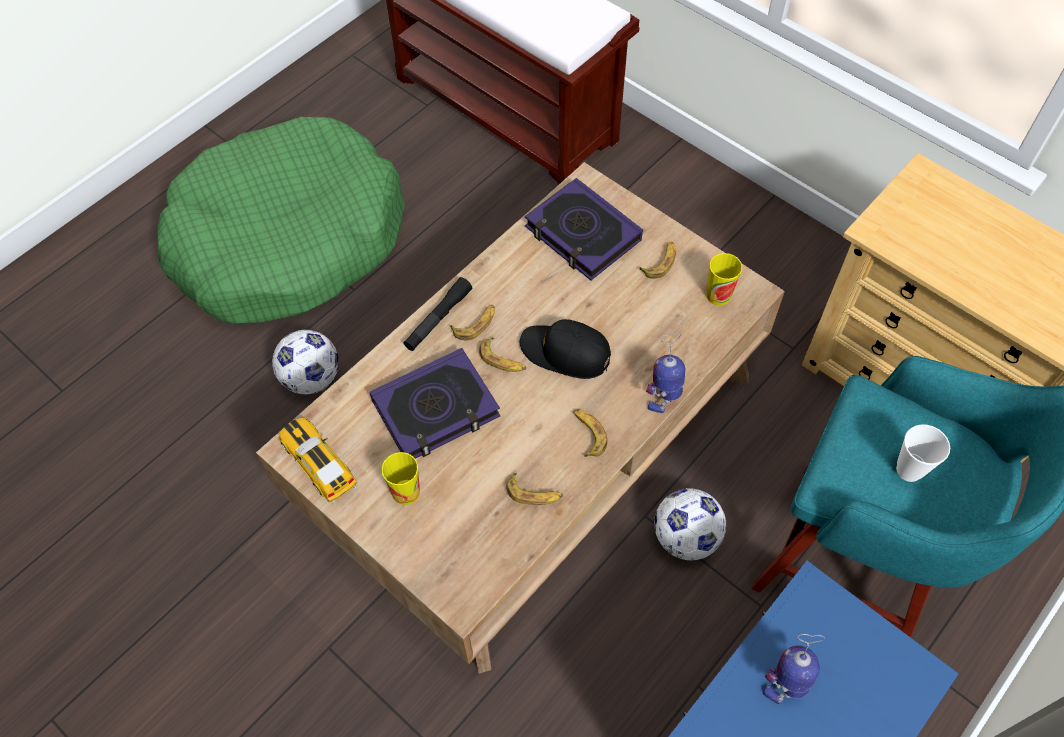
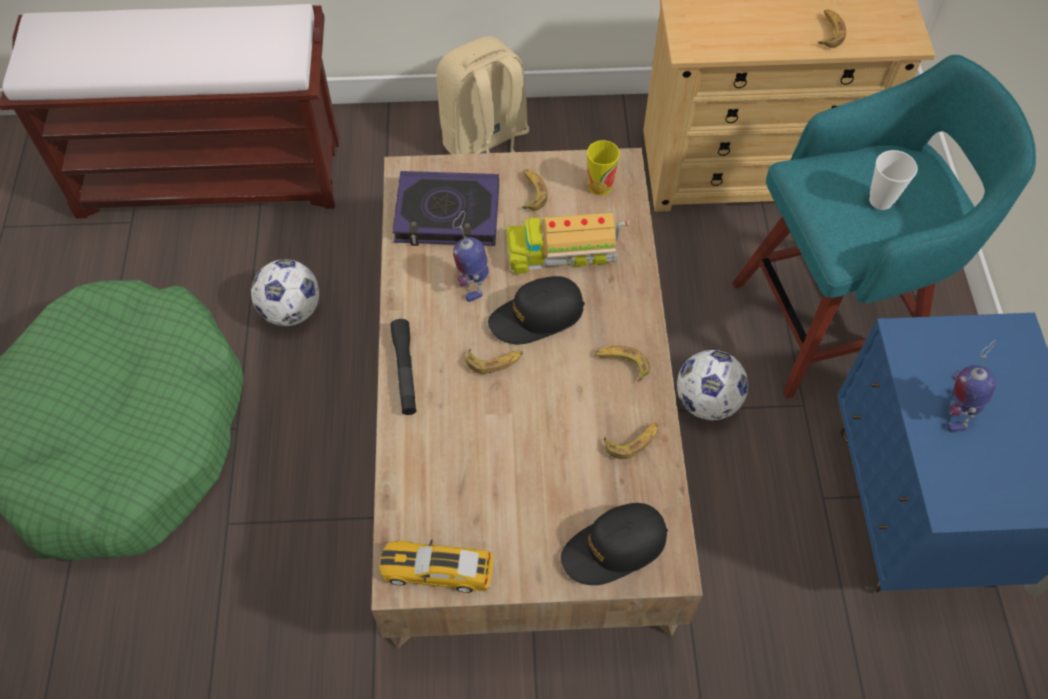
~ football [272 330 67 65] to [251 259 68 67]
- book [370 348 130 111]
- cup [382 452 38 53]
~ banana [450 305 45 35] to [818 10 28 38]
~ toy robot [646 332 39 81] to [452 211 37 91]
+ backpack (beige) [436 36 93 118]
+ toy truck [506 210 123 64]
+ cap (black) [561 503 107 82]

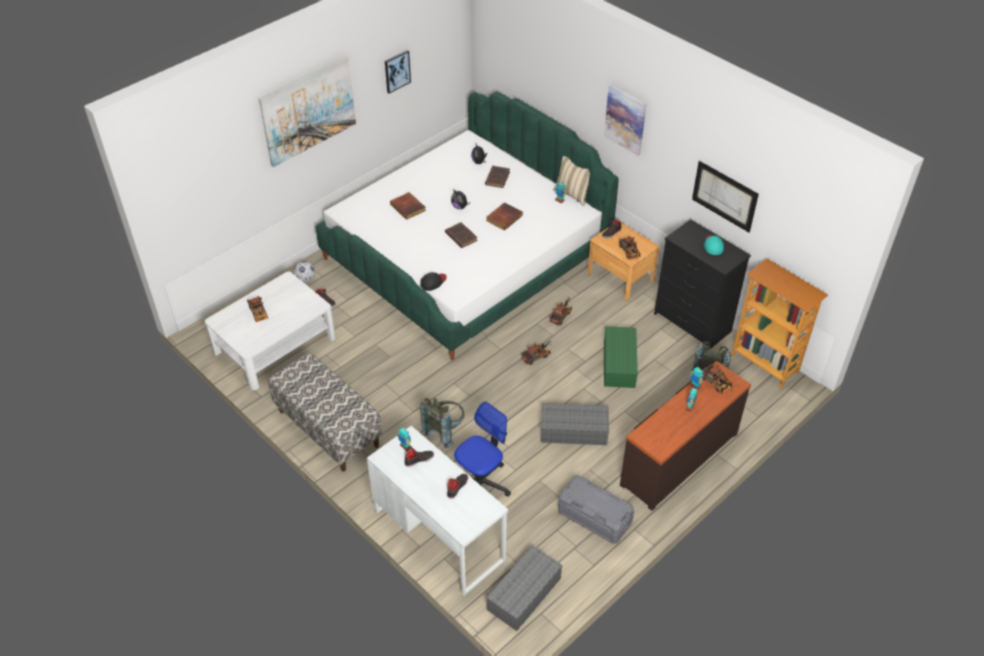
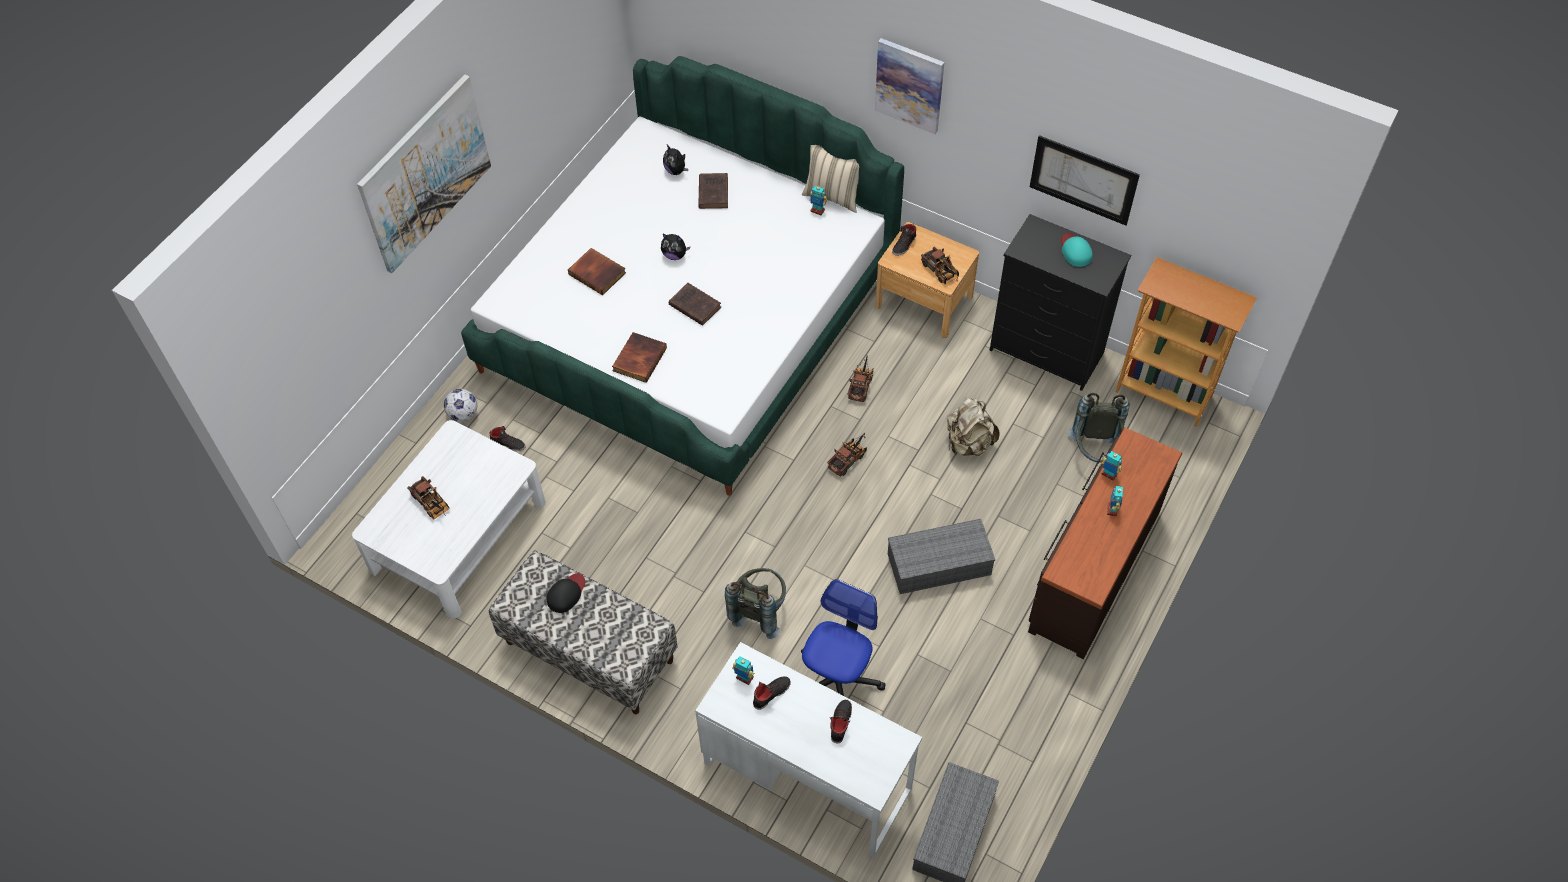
- picture [385 50 26 44]
~ cap (black) [420 272 27 19] to [546 574 39 39]
~ book [486 202 37 29] to [612 332 55 51]
- storage box (grey) [558 475 76 69]
~ storage box (green) [604 326 34 62] to backpack (beige) [947 398 53 58]
- toy truck [702 364 31 29]

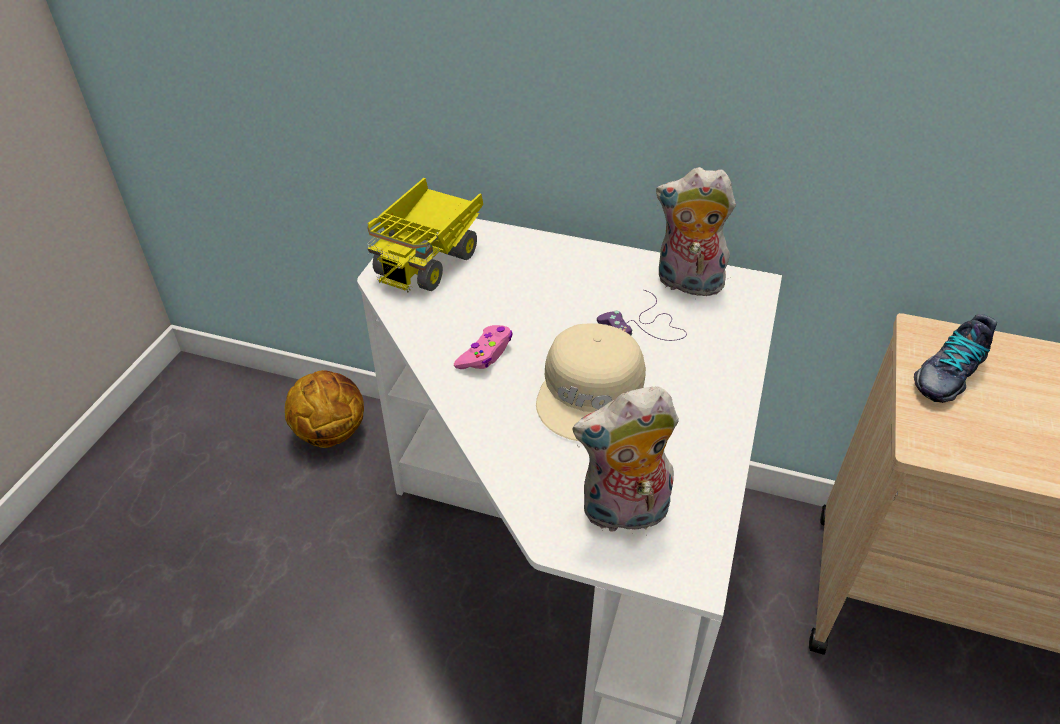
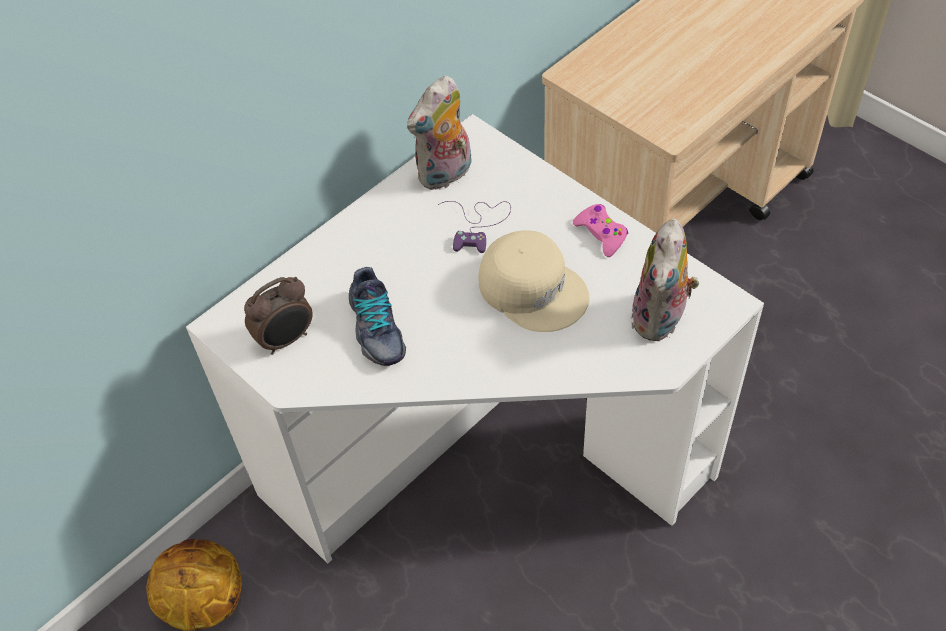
~ toy truck [367 178 116 115] to alarm clock [244 277 69 78]
~ game controller (pink) [454 325 59 44] to [573 204 55 53]
~ shoe [914 314 83 89] to [349 267 57 99]

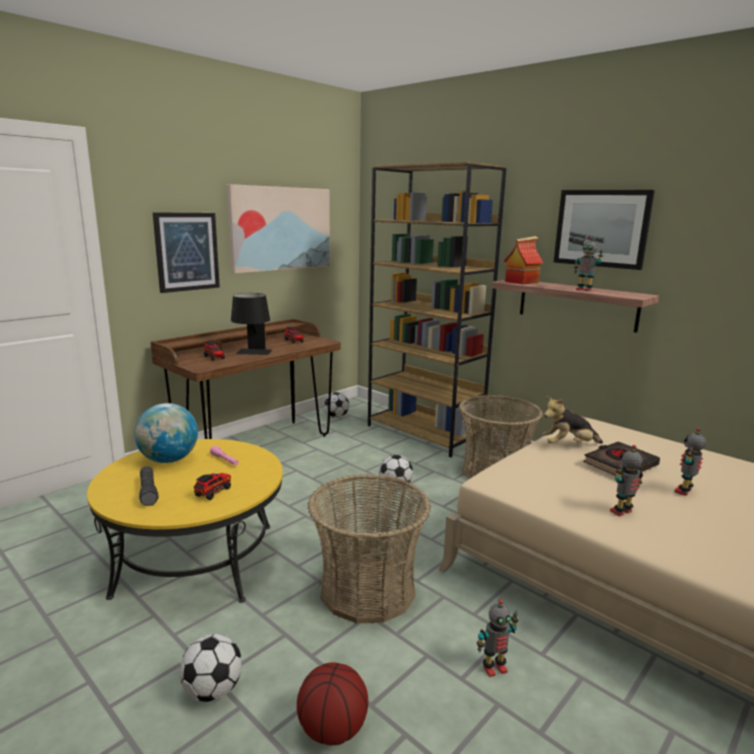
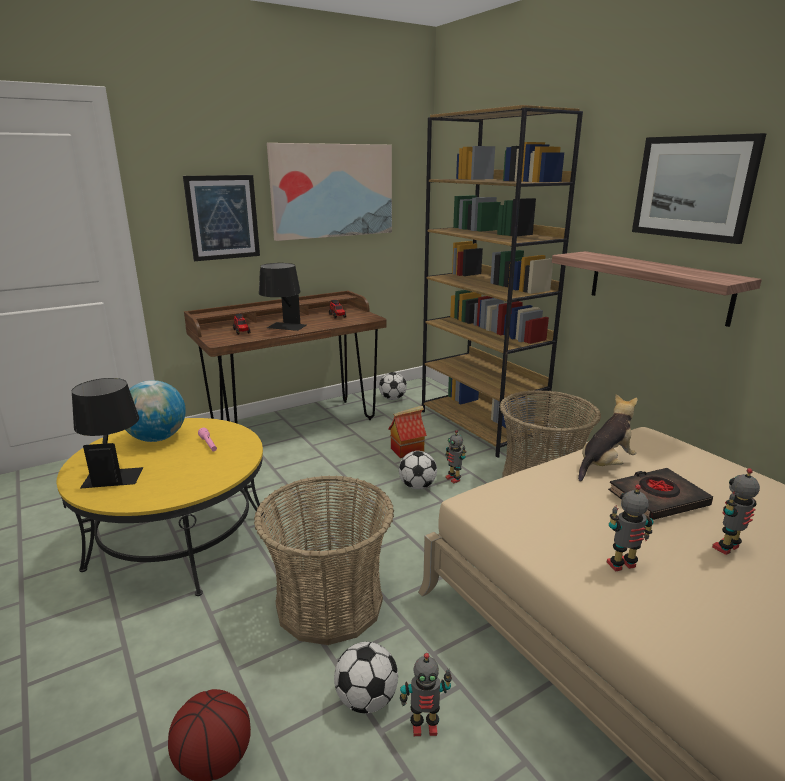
~ flashlight (black) [139 466 19 40] to table lamp (black) [72 378 71 110]
~ football [179 634 63 68] to [334 642 64 71]
- toy truck [194 473 37 27]
~ toy house [503 236 41 48] to [388 406 39 52]
~ plush toy [543 396 60 48] = [578 394 60 88] 135 degrees clockwise
~ toy robot [574 237 29 54] to [445 430 22 53]

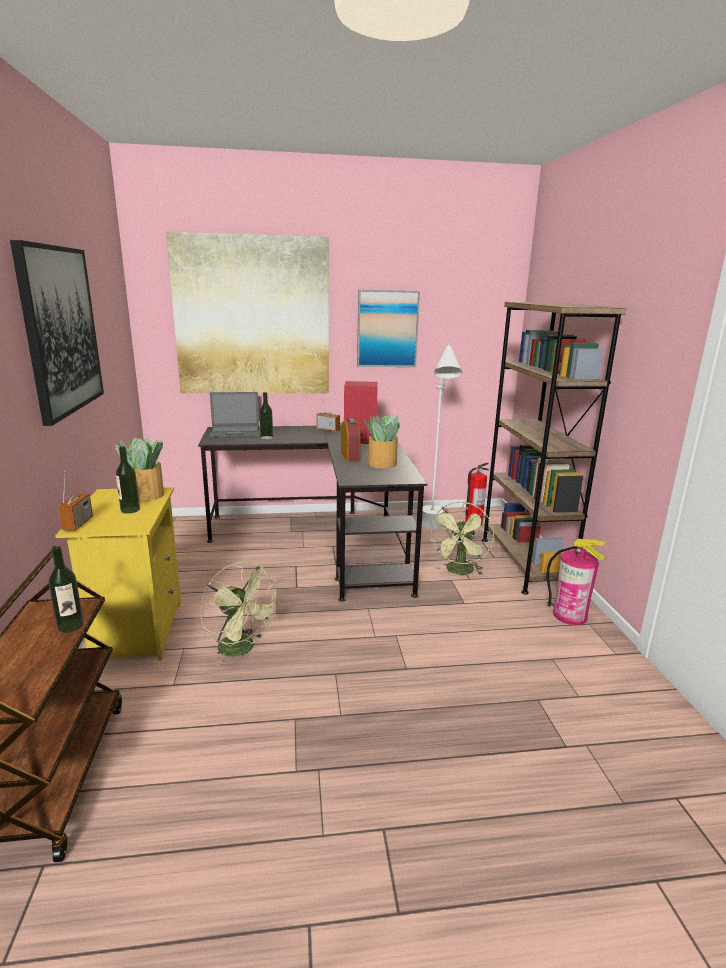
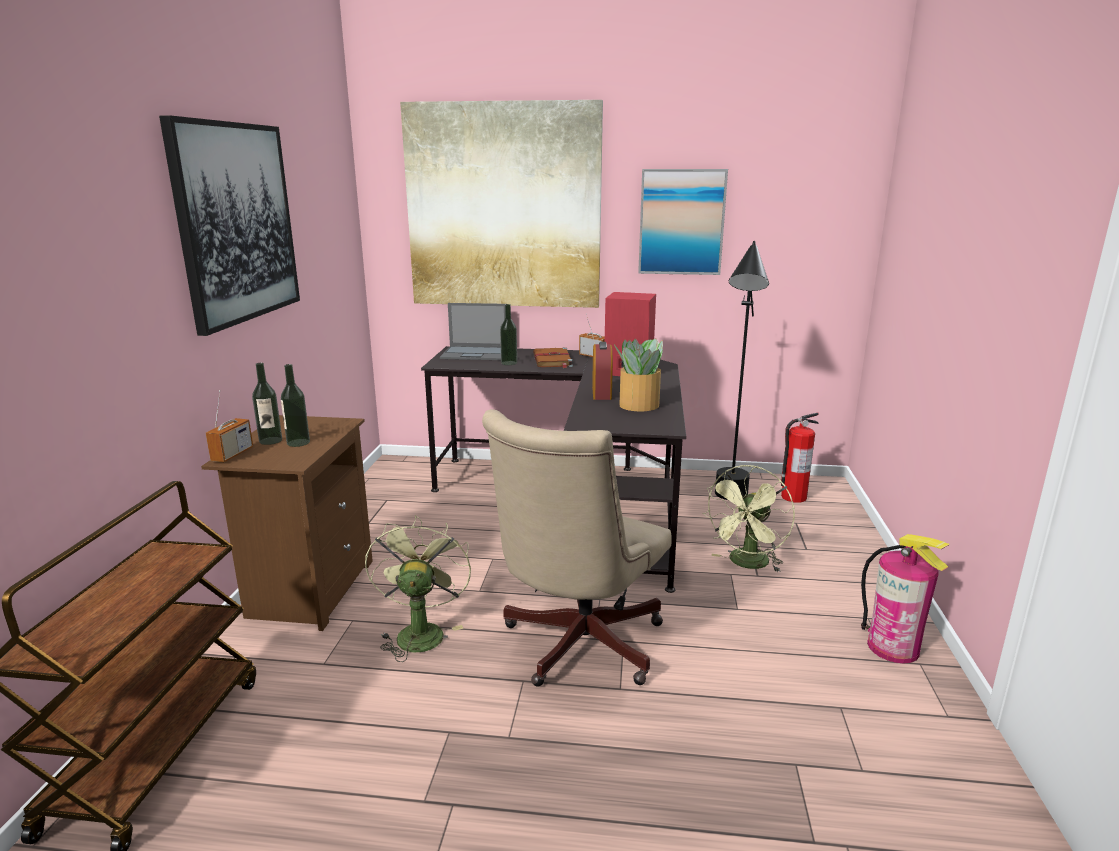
~ bottle [48 545 36 88] to [252 363 30 82]
~ nightstand (yellow) [55 487 126 173] to nightstand (brown) [201 415 172 216]
- potted plant [115 438 49 63]
~ fan (green) [201 562 79 104] = [365 515 106 147] 150 degrees counterclockwise
~ floor lamp (white) [422 343 40 186] to floor lamp (black) [715 241 54 259]
- bookcase (brown) [482 302 145 293]
+ office chair (beige) [482 409 190 278]
+ book (brown) [533 348 40 20]

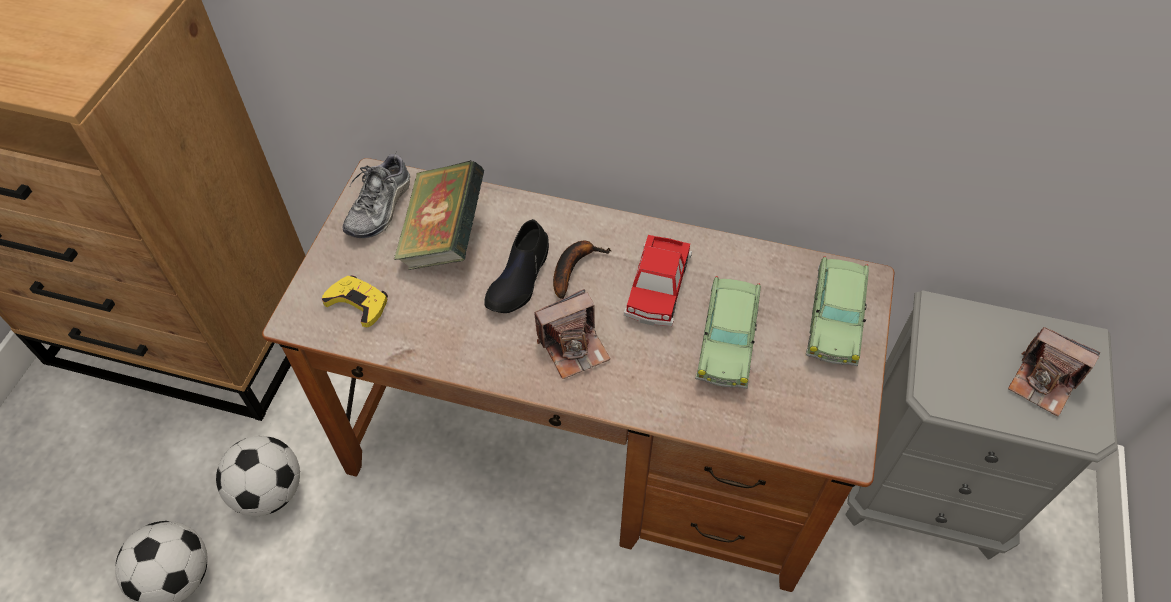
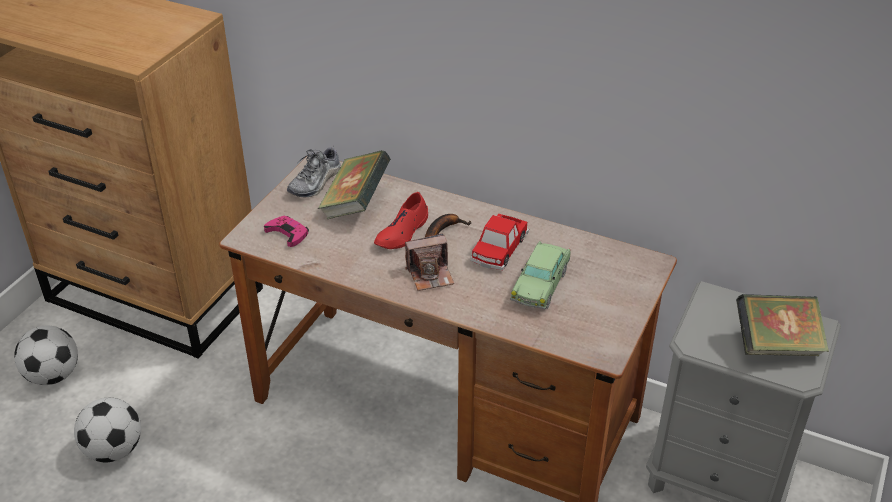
~ football [216 436 84 80] to [14 325 64 60]
~ game controller (yellow) [322 275 66 52] to game controller (pink) [264 216 45 31]
~ shoe (black) [484 219 65 94] to shoe (red) [374 192 54 57]
- toy car [806 256 63 110]
~ photo camera [1008 327 92 89] to book [736 294 93 62]

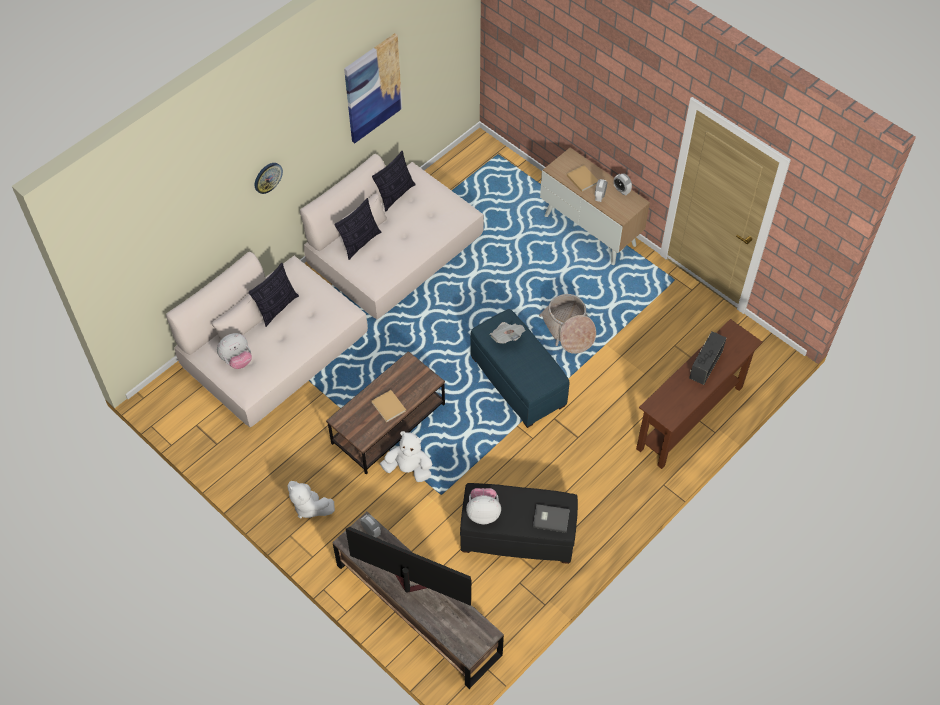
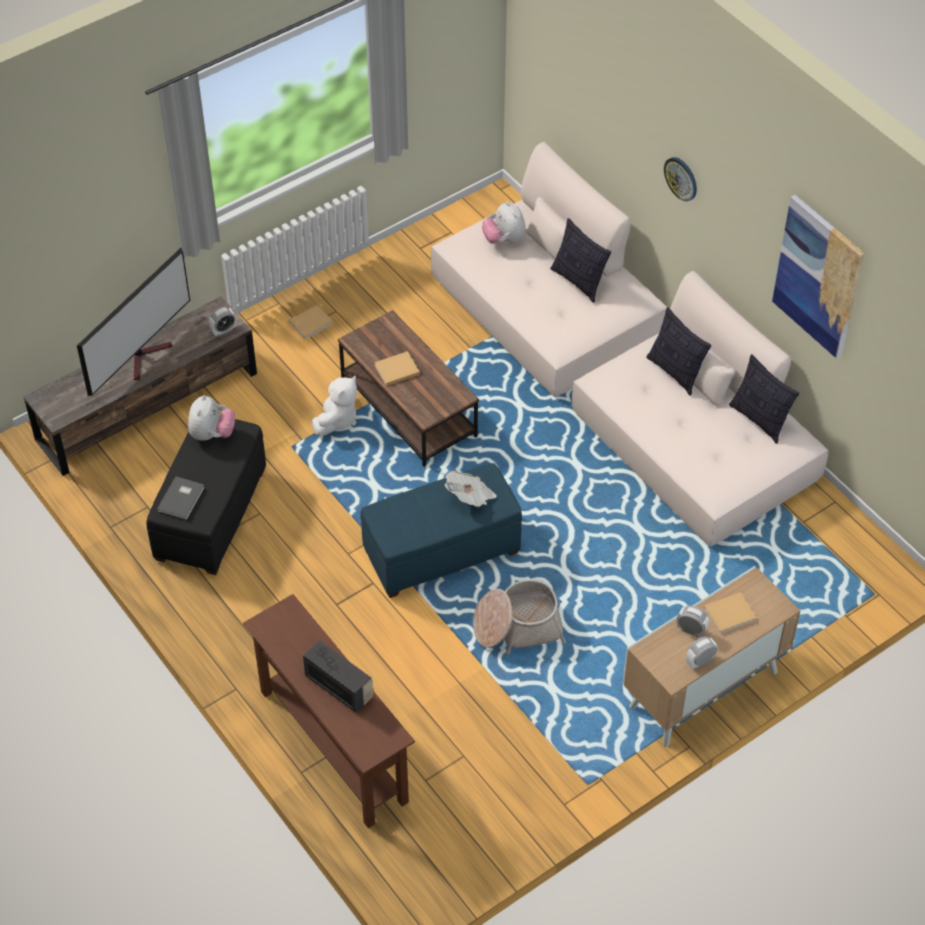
~ plush toy (white) [287 481 48 37] to book (beige) [289 305 44 34]

